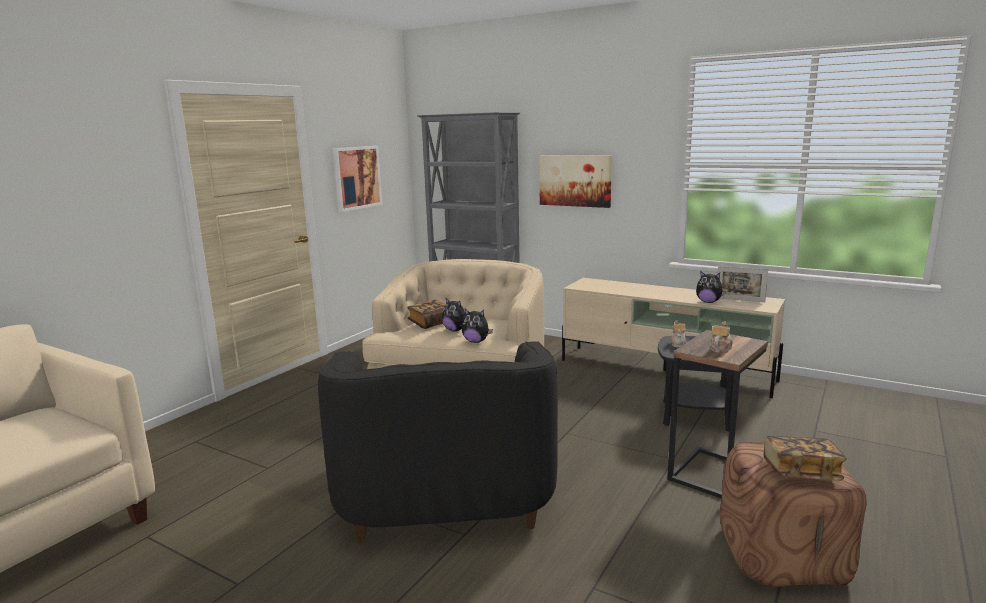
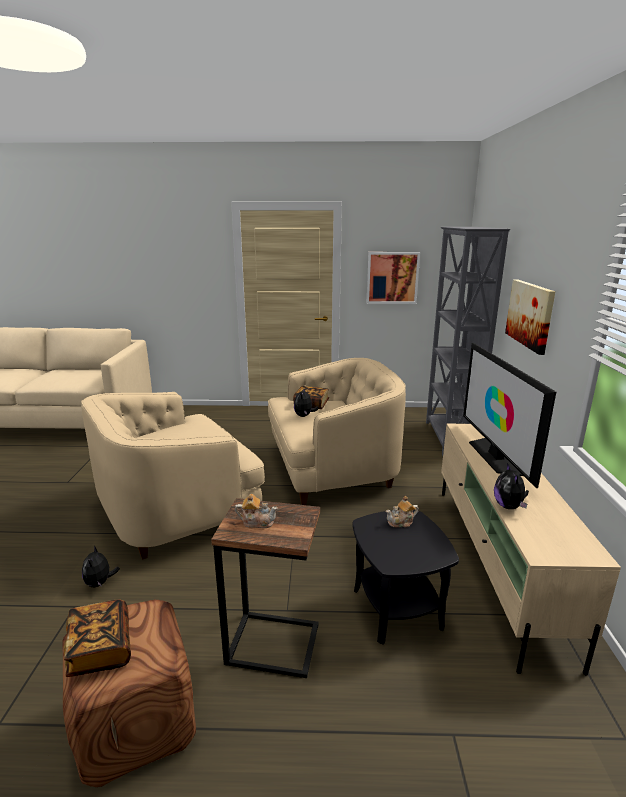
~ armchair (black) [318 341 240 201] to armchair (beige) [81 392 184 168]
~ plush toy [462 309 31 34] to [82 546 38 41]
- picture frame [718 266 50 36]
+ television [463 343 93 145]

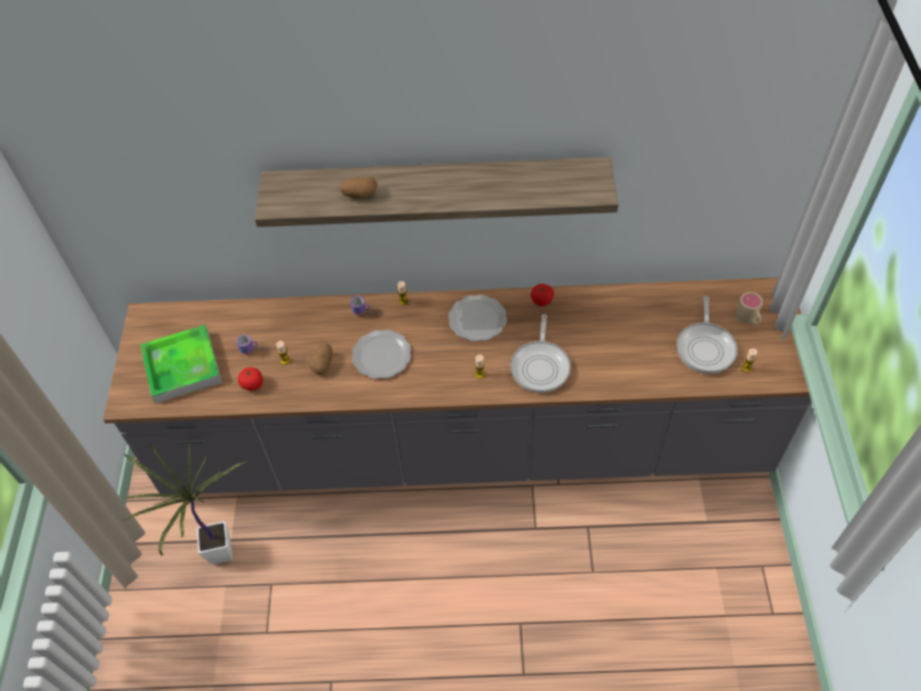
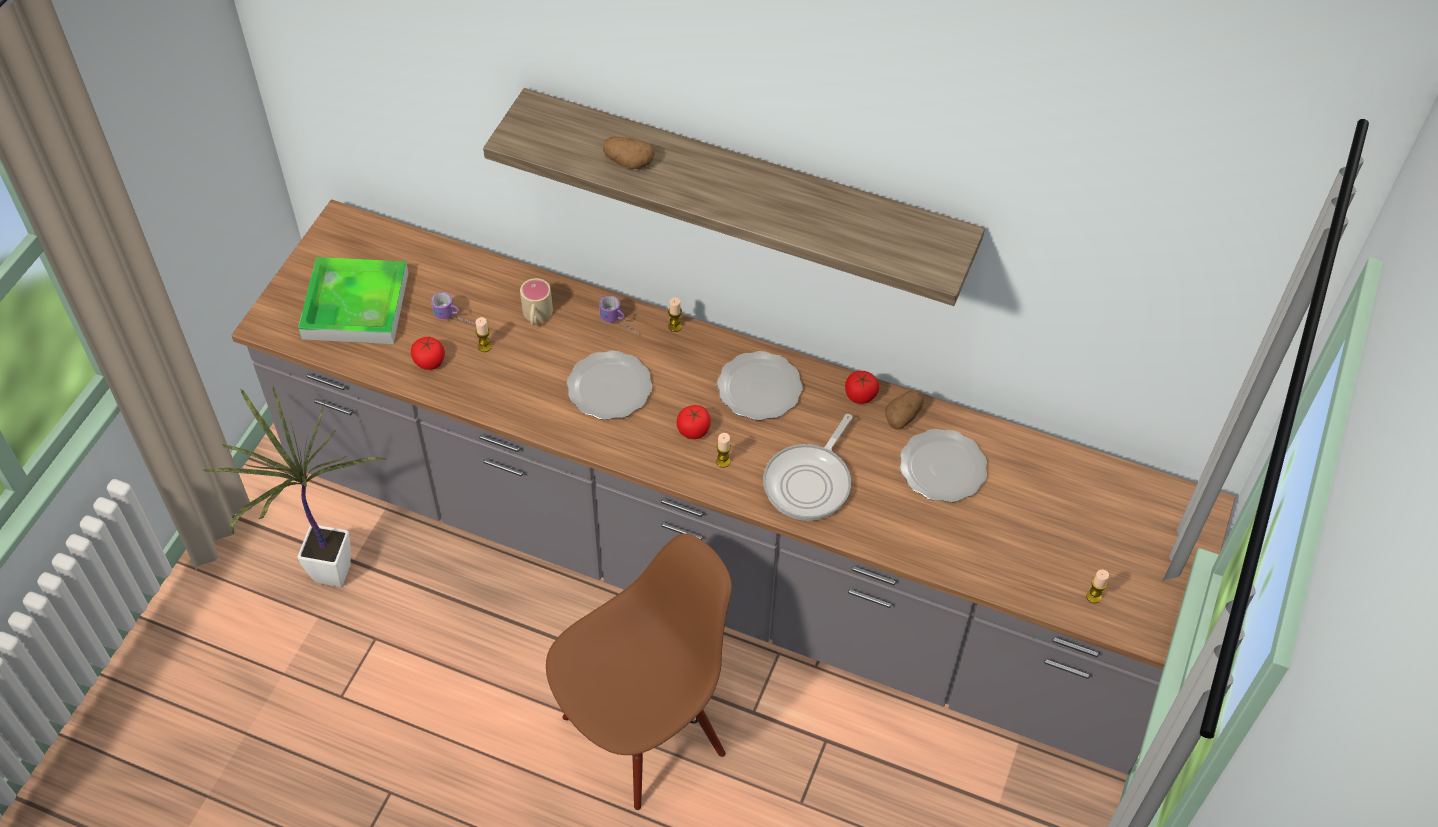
~ potato [309 344 24 31] to [885 390 39 39]
- frying pan [677 296 61 78]
~ mug (beige) [736 292 27 33] to [520 278 33 48]
+ chair (brown) [546 533 186 278]
+ tomato [677 405 34 34]
+ plate [900 429 87 73]

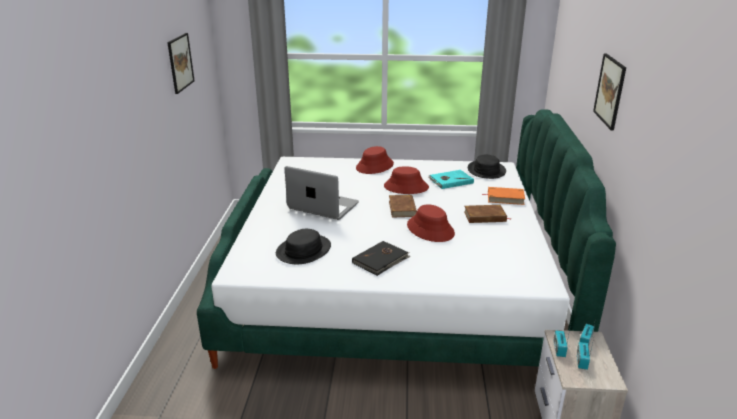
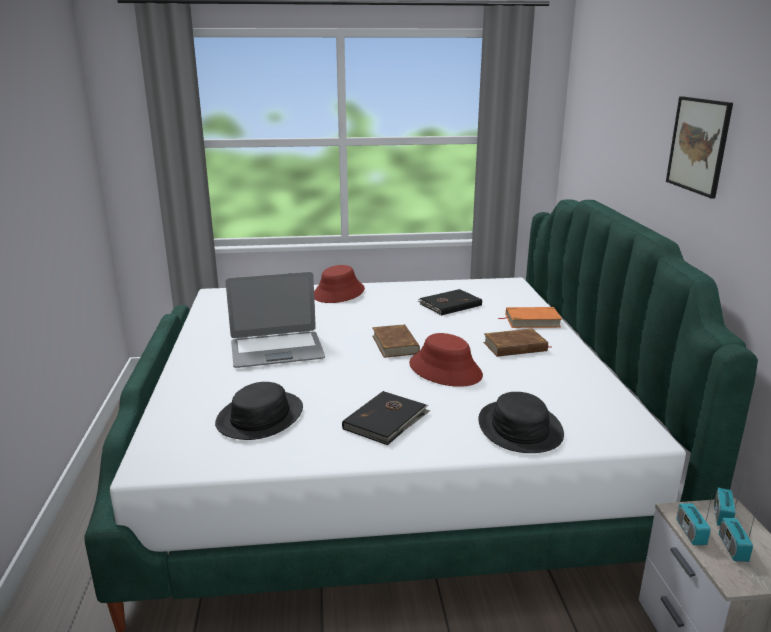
- picture [167 33 28 61]
~ laptop [284 166 75 54] = [226 272 99 96] 150 degrees clockwise
- hat (red) [384 166 45 28]
~ book (turquoise) [428 170 46 19] to book (black) [418 289 64 26]
~ hat (black) [468 155 38 24] to [478 392 86 61]

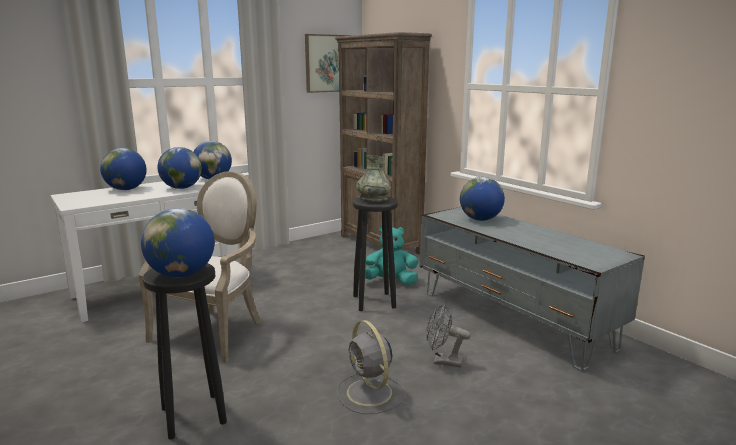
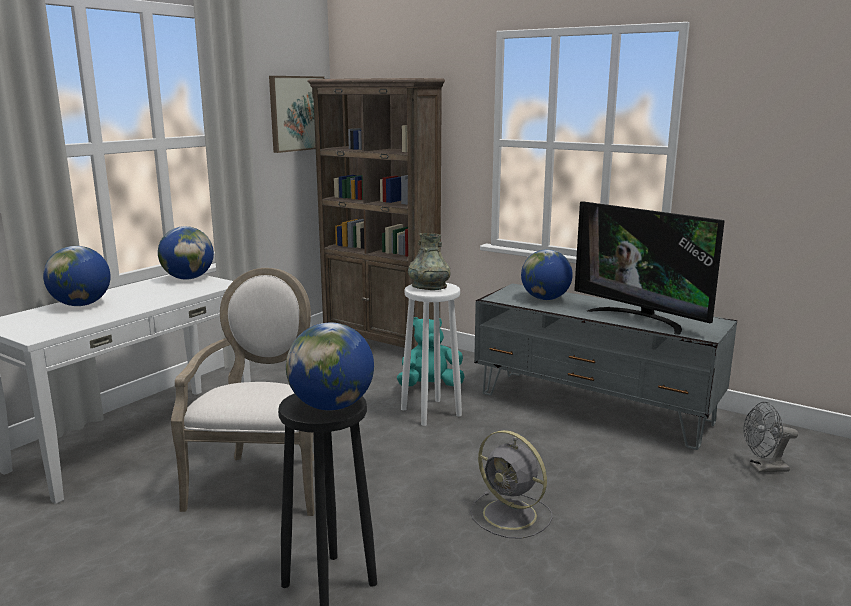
- globe [158 147 44 42]
~ stool (black) [353 197 45 114] to stool (white) [401 283 61 143]
~ fan (grey) [426 304 45 63] to [743 402 55 70]
+ television [574 201 151 134]

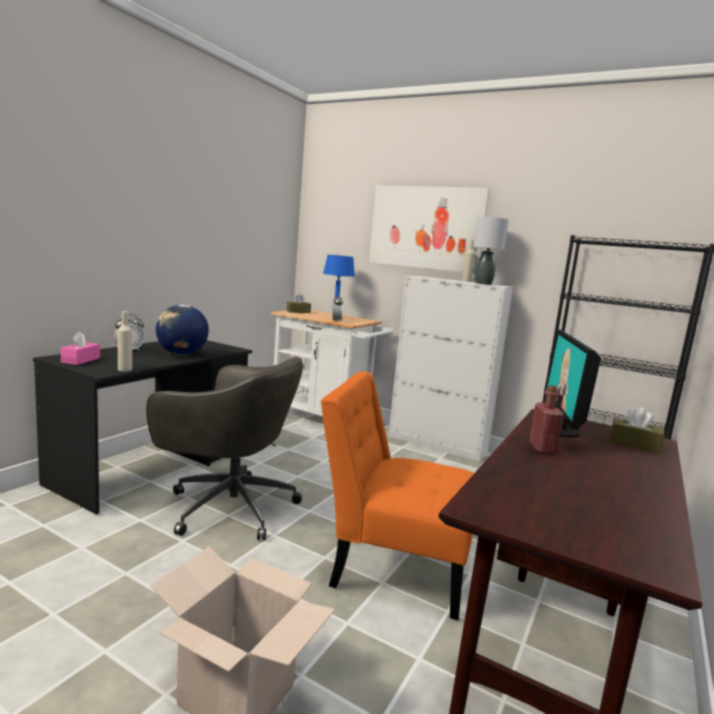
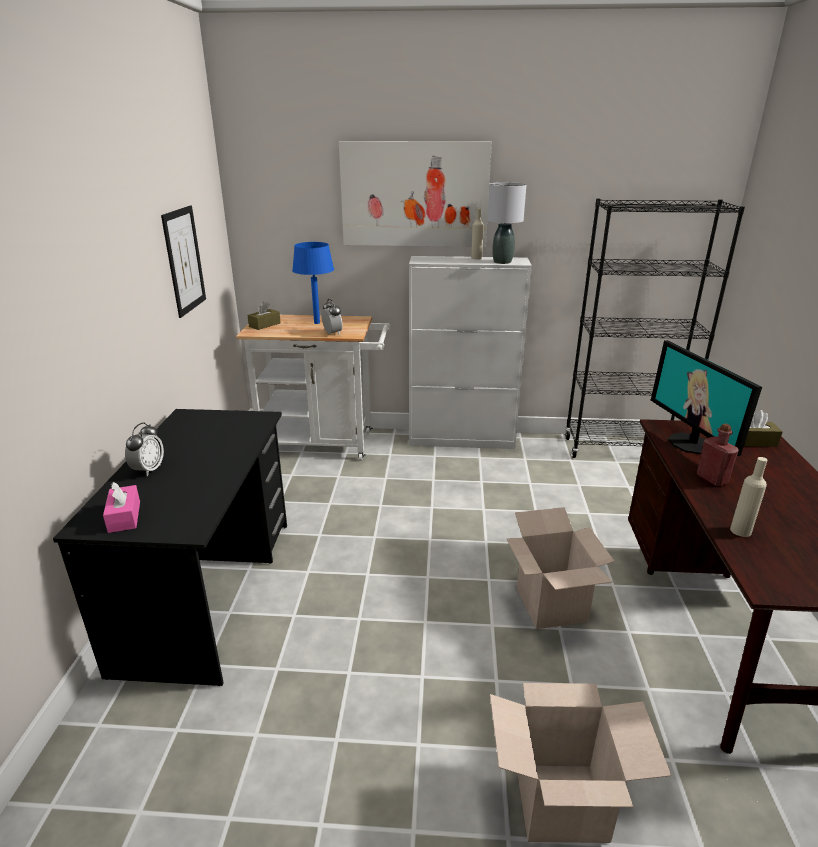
~ bottle (beige) [117 311 15 60] to [730 457 37 80]
- office chair (grey) [146 357 157 183]
- globe [156 305 53 50]
~ chair (orange) [321 372 153 248] to cardboard box [507 507 108 122]
+ picture [161 205 45 113]

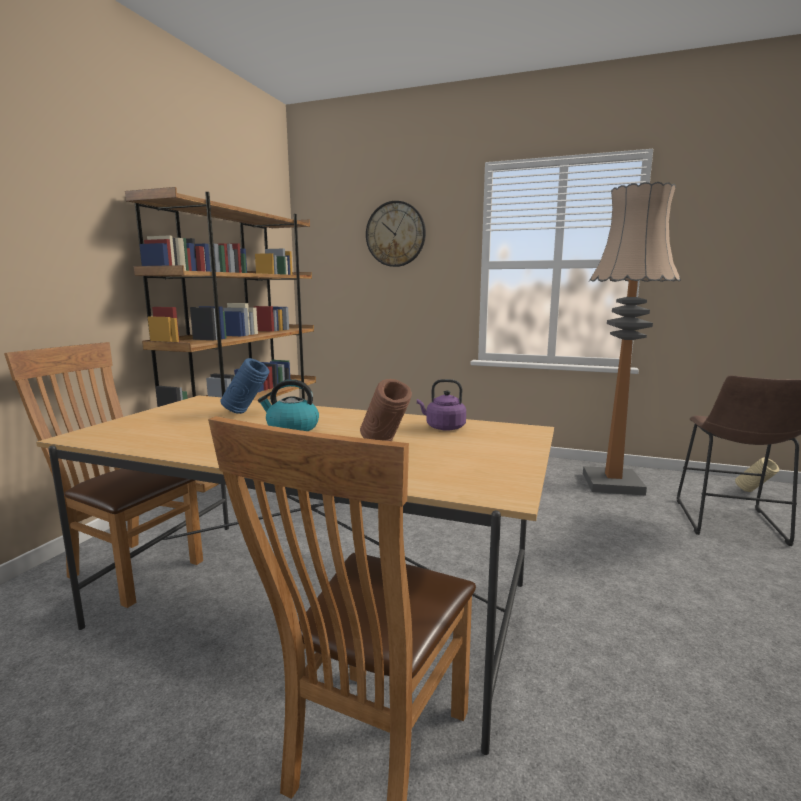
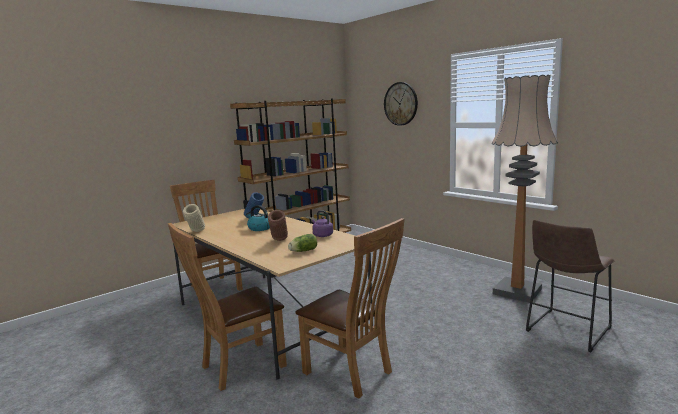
~ vase (beige) [735 457 44 35] to [183 204 22 28]
+ lettuce [288 234 29 18]
+ chair (brown) [295 218 110 180]

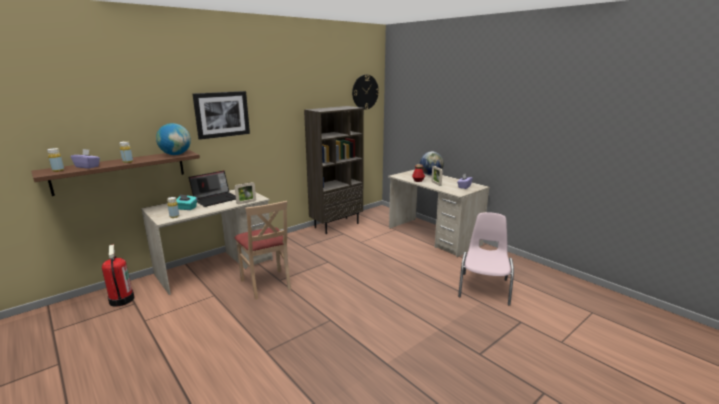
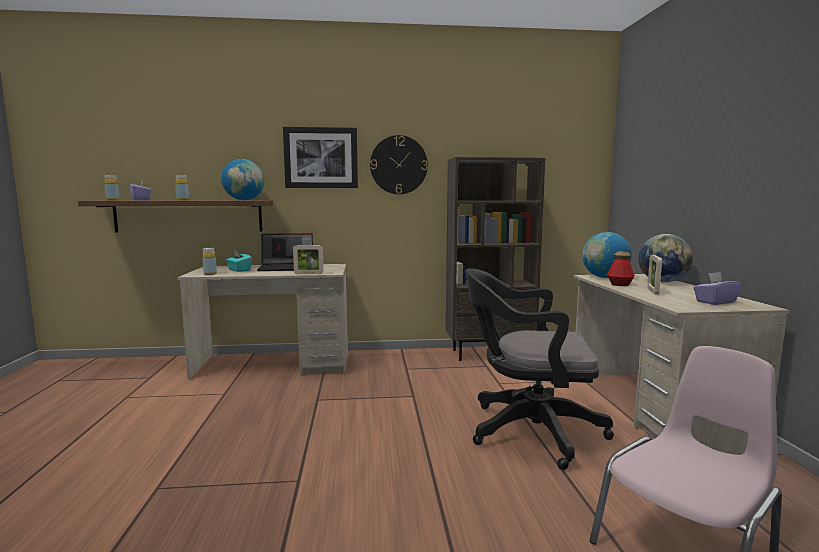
- fire extinguisher [102 244 32 63]
- chair (beige) [234 201 57 99]
~ wall clock [352 75 27 35] to [370 135 58 59]
+ office chair (black) [465 268 149 202]
+ globe [582 232 50 46]

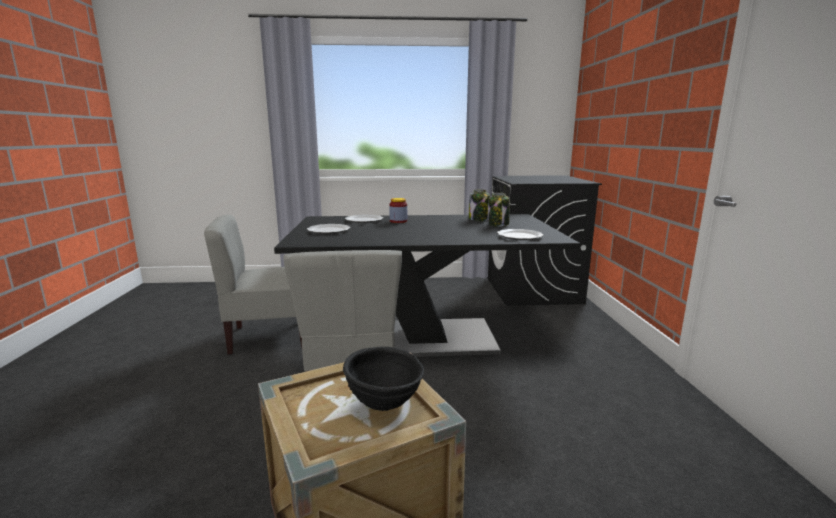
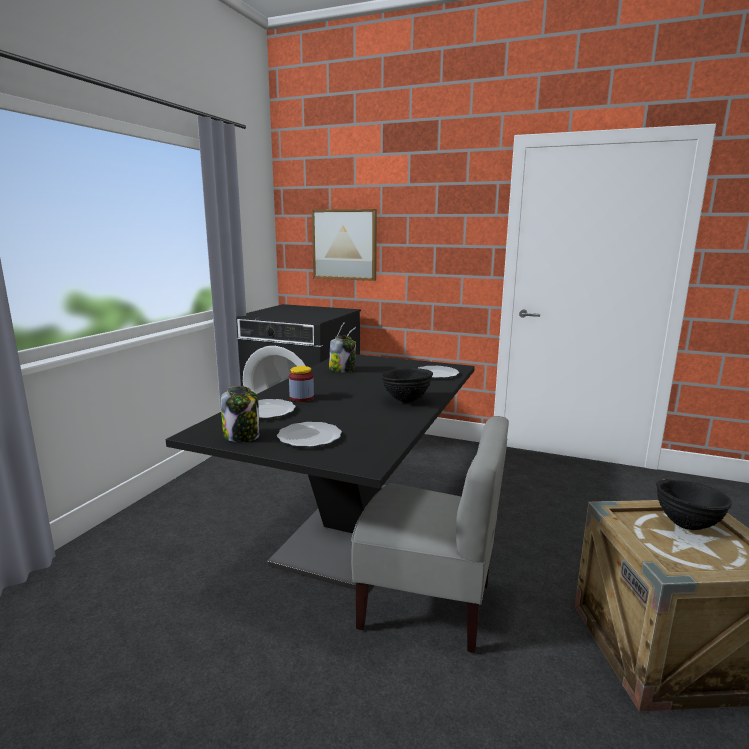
- chair (grey) [204 215 98 140]
~ jar [488 193 21 34] to [221 386 39 57]
+ picture [312 209 65 72]
+ bowl (black) [381 368 52 35]

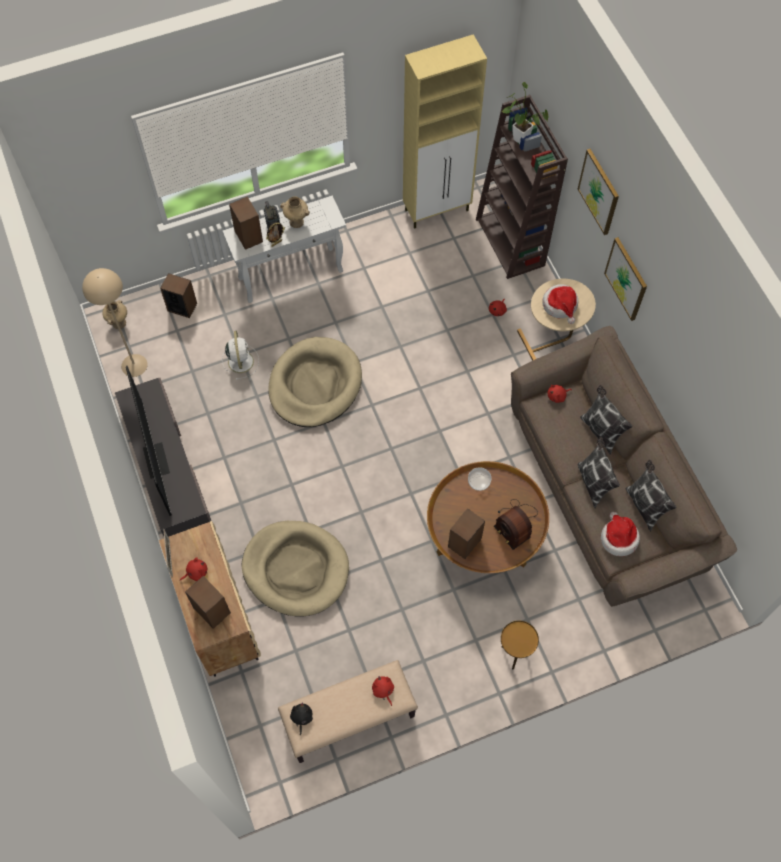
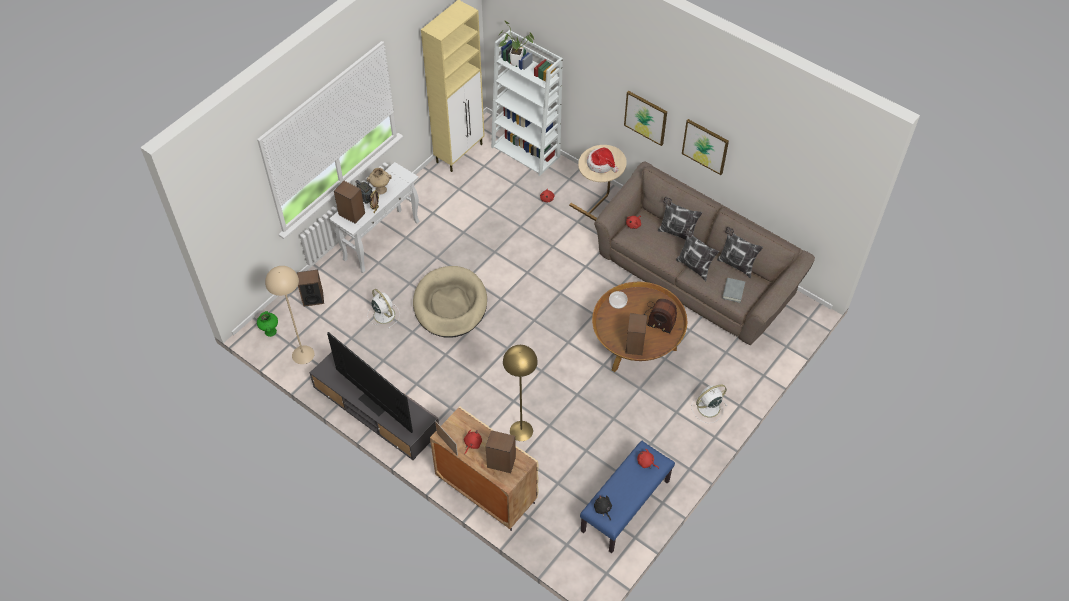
~ vase (beige) [102 300 25 29] to vase (green) [257 311 21 26]
~ dog bed (beige) [242 521 107 96] to floor lamp (yellow) [503 345 35 96]
~ bench (beige) [278 660 140 103] to bench (blue) [580 441 95 112]
~ bookcase (brown) [476 95 92 184] to bookcase (white) [491 30 72 146]
~ side table (brown) [501 621 38 48] to fan (white) [692 385 35 38]
~ picture [578 149 41 86] to [682 119 47 56]
~ hat [601 512 39 44] to book (grey) [722 278 23 25]

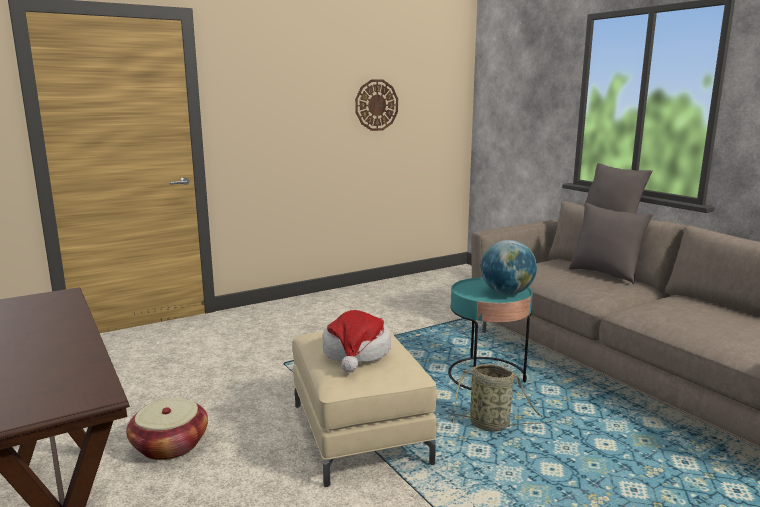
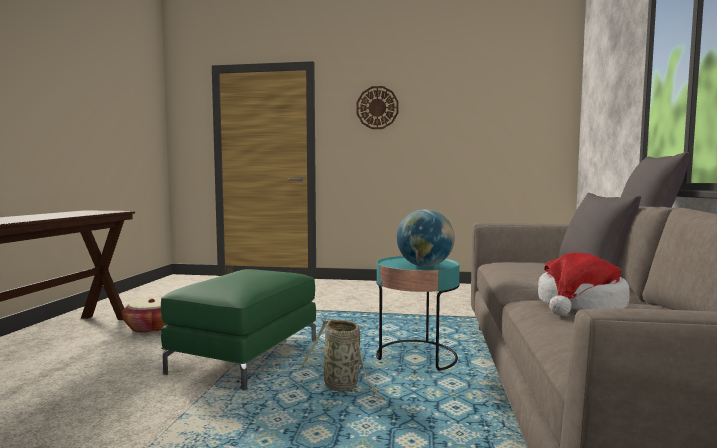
~ ottoman (beige) [292 327 145 160] to ottoman (green) [161 269 155 121]
~ hat [322 310 69 63] to [538 253 92 63]
~ wall clock [355 79 43 52] to [356 86 43 43]

